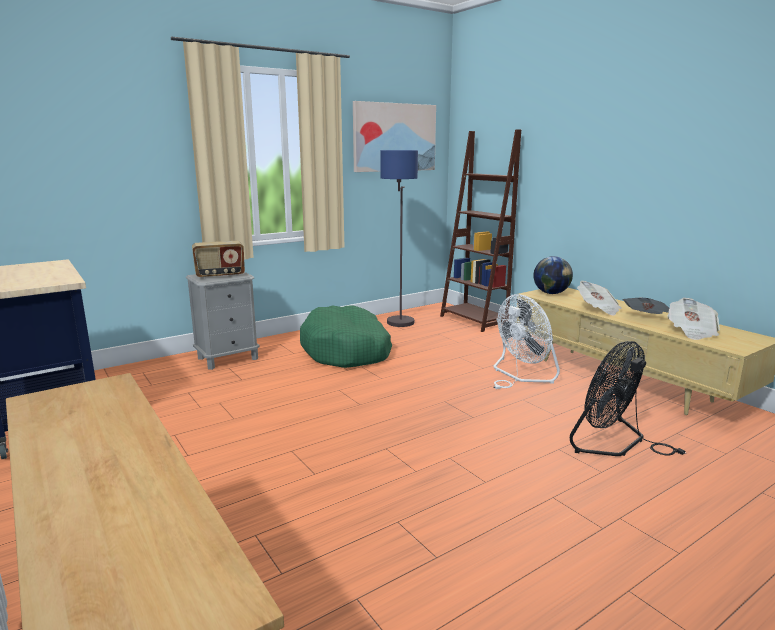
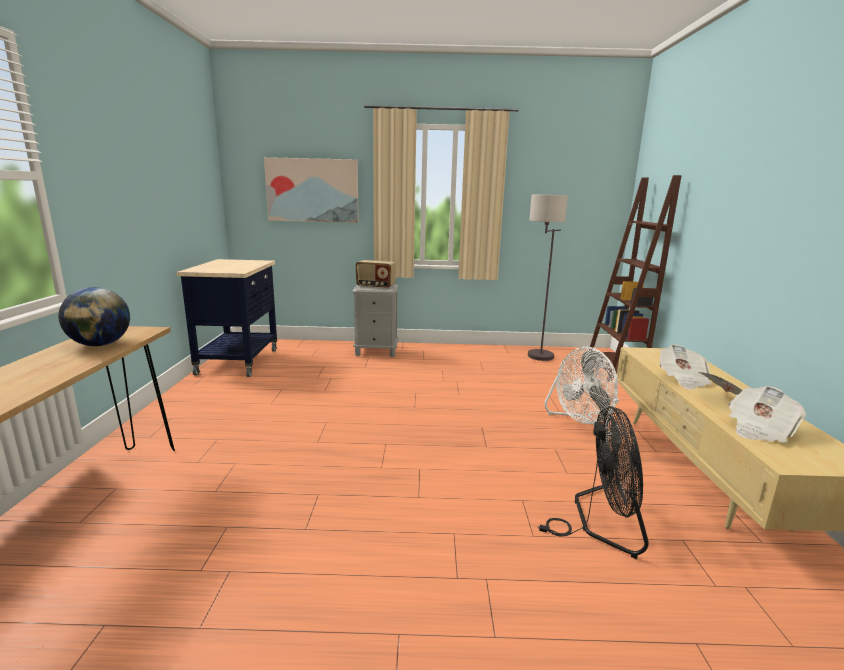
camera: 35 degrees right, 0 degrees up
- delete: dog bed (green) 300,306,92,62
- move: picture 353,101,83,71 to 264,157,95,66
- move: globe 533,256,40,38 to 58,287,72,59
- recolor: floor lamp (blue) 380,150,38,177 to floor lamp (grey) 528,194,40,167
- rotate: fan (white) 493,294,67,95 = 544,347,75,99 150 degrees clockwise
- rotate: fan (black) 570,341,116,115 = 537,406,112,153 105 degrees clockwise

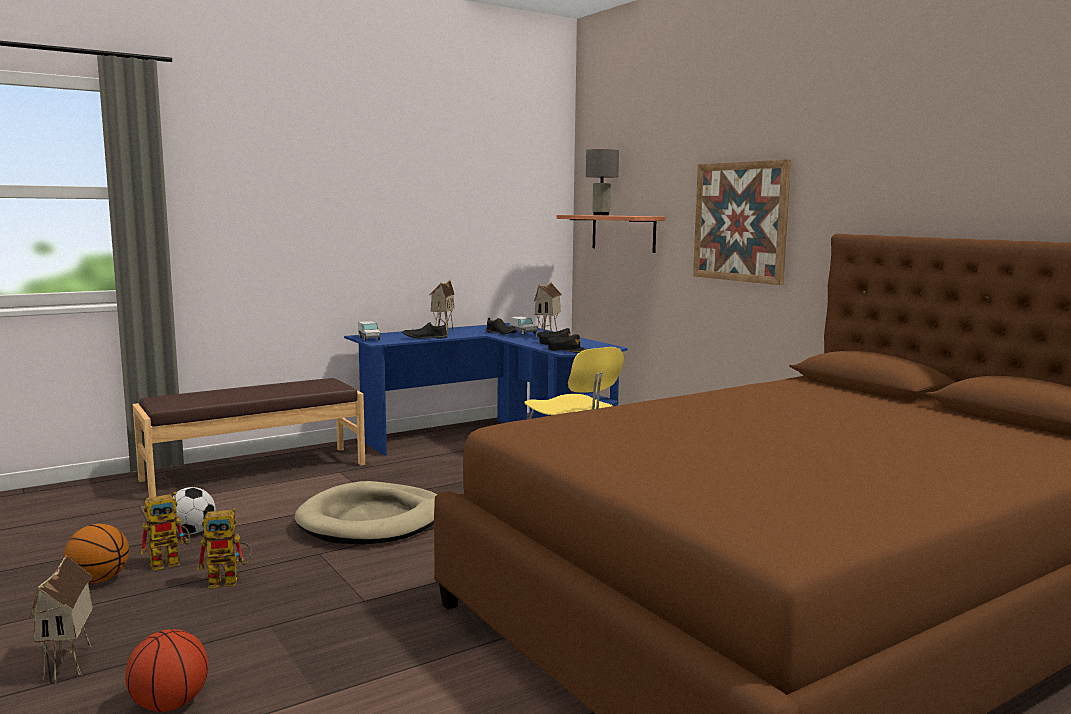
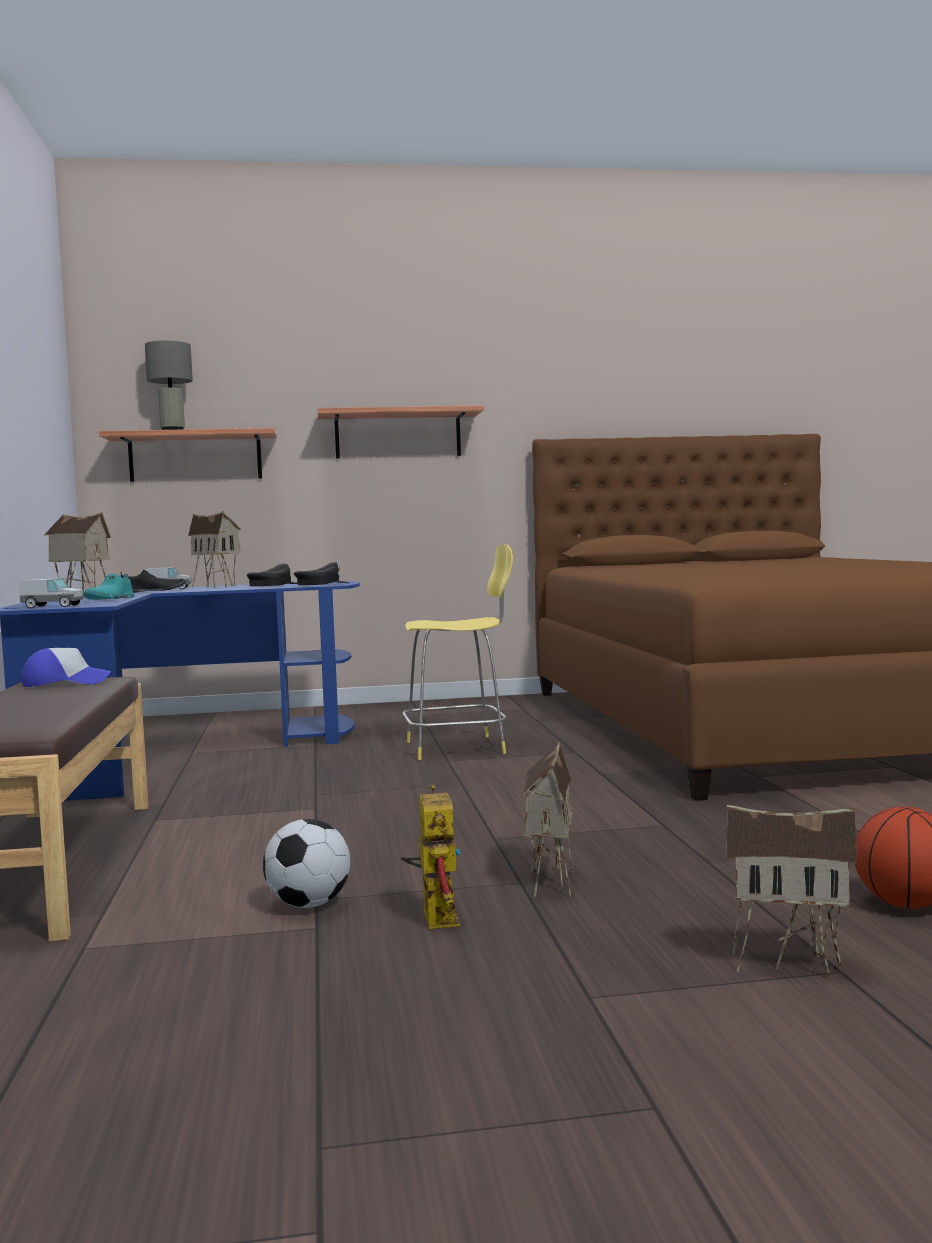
camera: 65 degrees left, 5 degrees down
- delete: basketball 64,524,65,59
- delete: dog bed (beige) 295,481,142,63
- insert: cap 21,648,91,39
- replace: toy robot 197,508,55,80 to toy house 521,742,52,155
- replace: picture 693,159,98,126 to shelf 317,405,167,54
- recolor: shoe (black) 403,322,45,17 to shoe (turquoise) 83,574,52,26

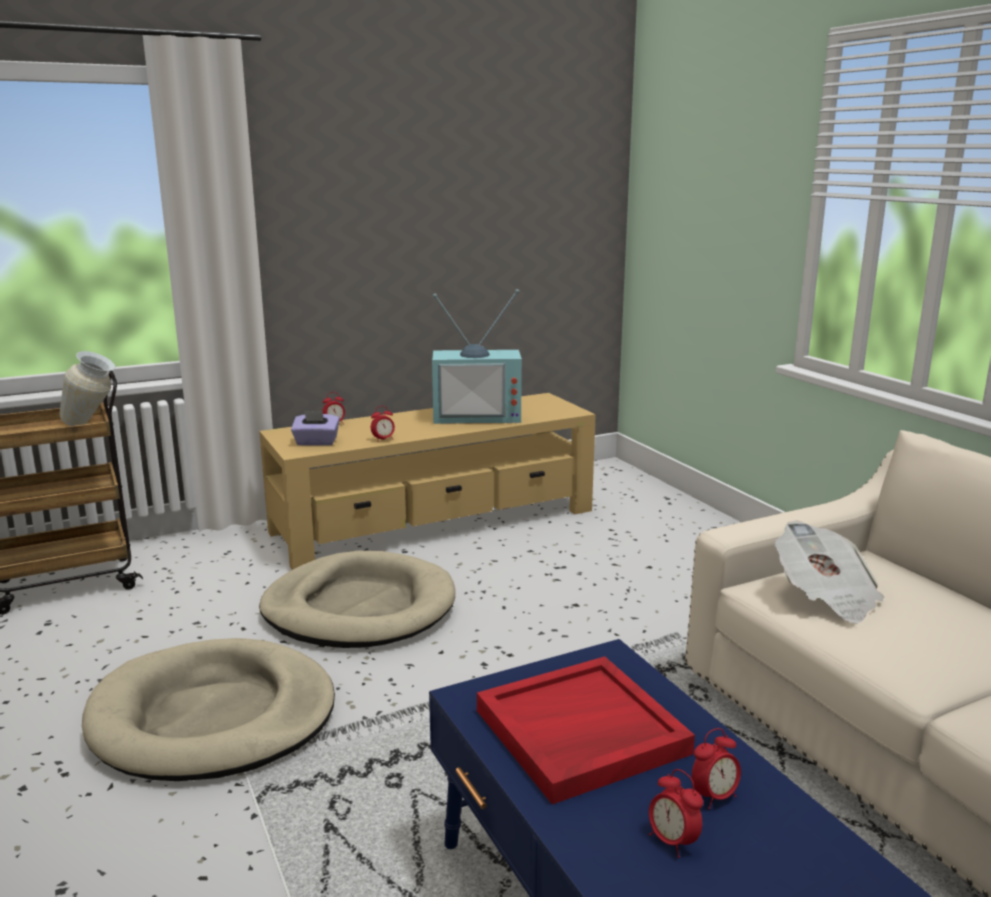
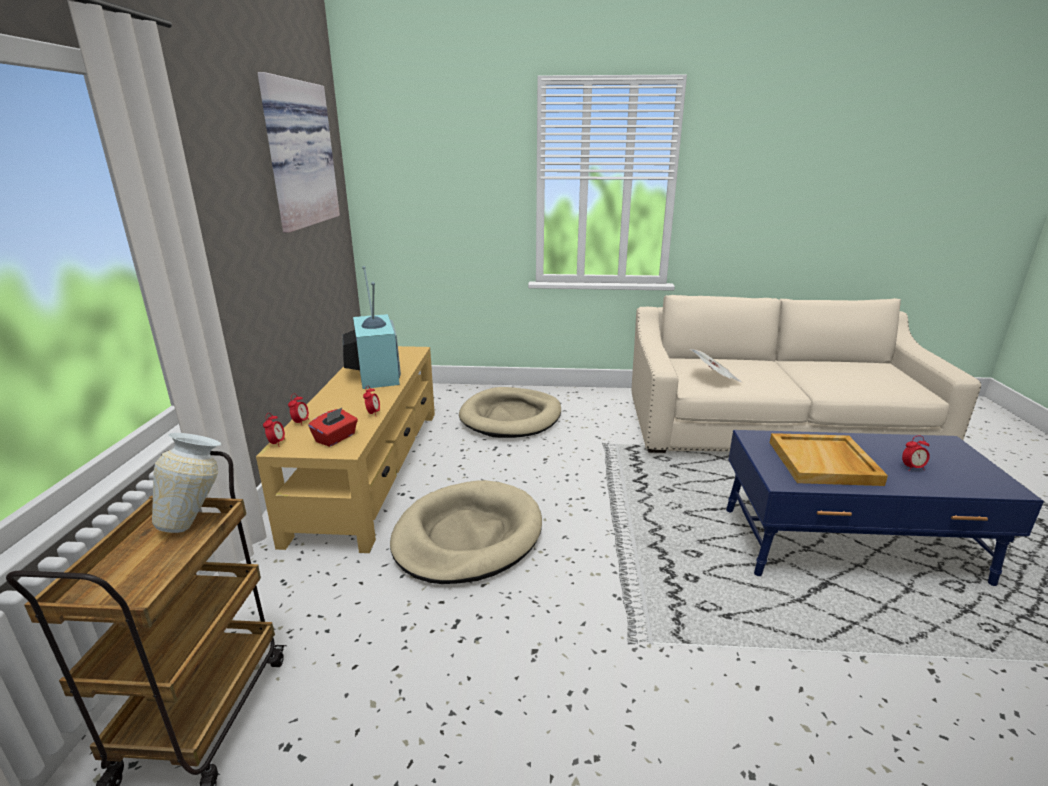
camera: 60 degrees left, 5 degrees up
- insert: picture 258,72,82,161
- move: dog bed (beige) 82,638,253,143 to 459,387,102,51
- move: alarm clock 692,728,49,81 to 263,413,22,34
- recolor: tissue box (purple) 291,411,49,35 to tissue box (red) 308,408,50,39
- recolor: tray (red) 477,656,218,148 to tray (beige) 770,433,118,53
- rotate: television 432,289,90,135 = 343,266,58,123 45 degrees counterclockwise

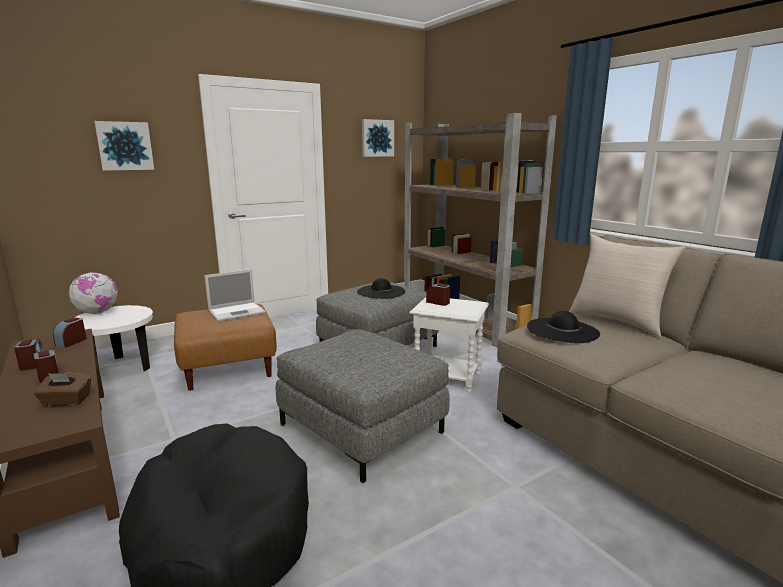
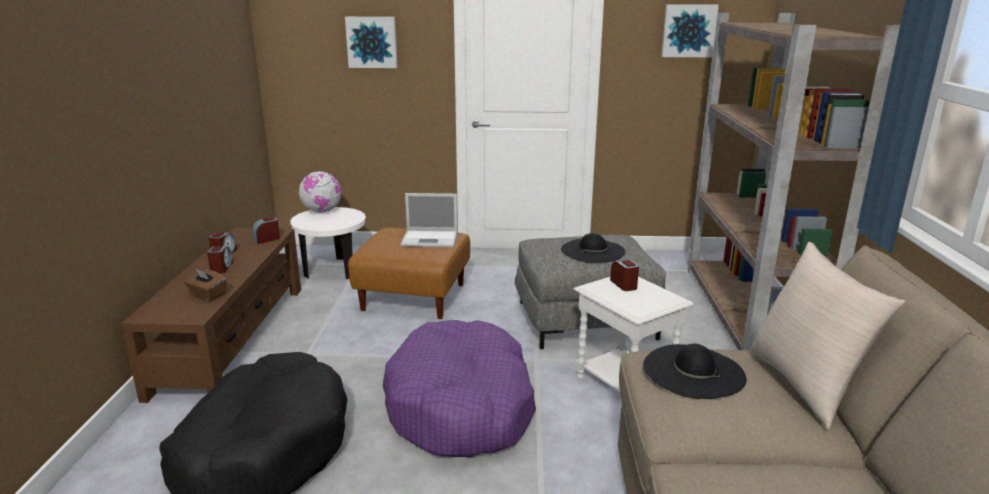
camera: 35 degrees right, 5 degrees up
- replace: ottoman (grey) 276,329,174,154 to dog bed (purple) 383,320,153,137

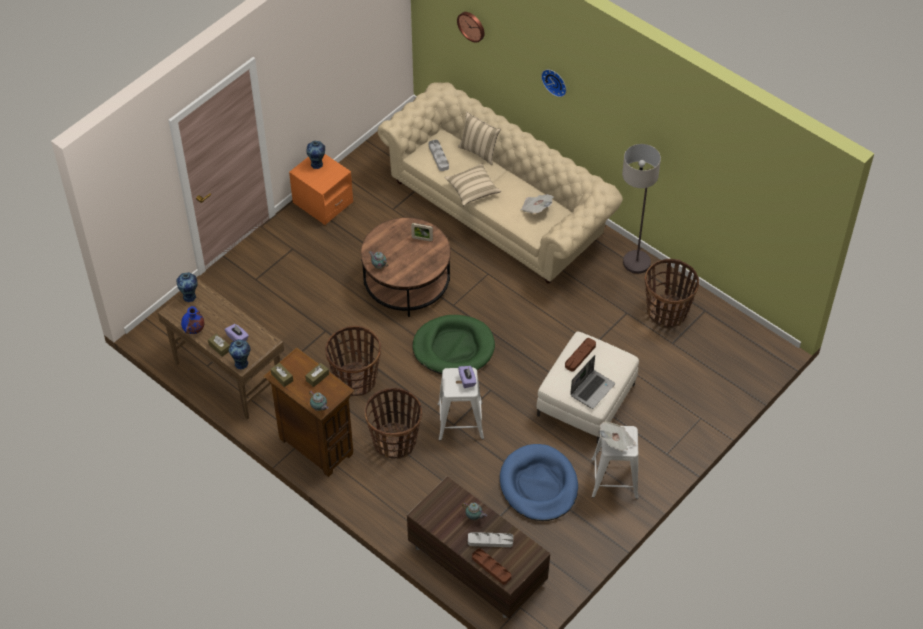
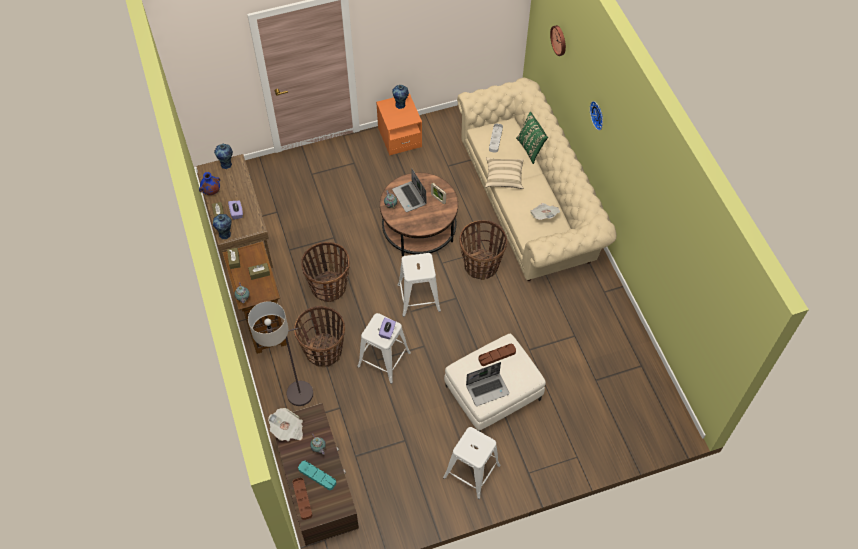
camera: 30 degrees right, 5 degrees up
- delete: dog bed (blue) 500,444,78,77
- insert: laptop 392,168,34,44
- move: newspaper 598,421,38,31 to 268,408,35,34
- move: floor lamp (grey) 622,144,39,130 to 248,301,65,105
- move: basket 645,259,54,69 to 459,220,48,60
- replace: dog bed (green) 412,315,83,59 to stool (white) 398,253,43,64
- recolor: pillow (beige) 458,112,43,53 to pillow (green) 516,112,32,52
- recolor: tray (grey) 468,532,45,15 to tray (turquoise) 298,460,38,30

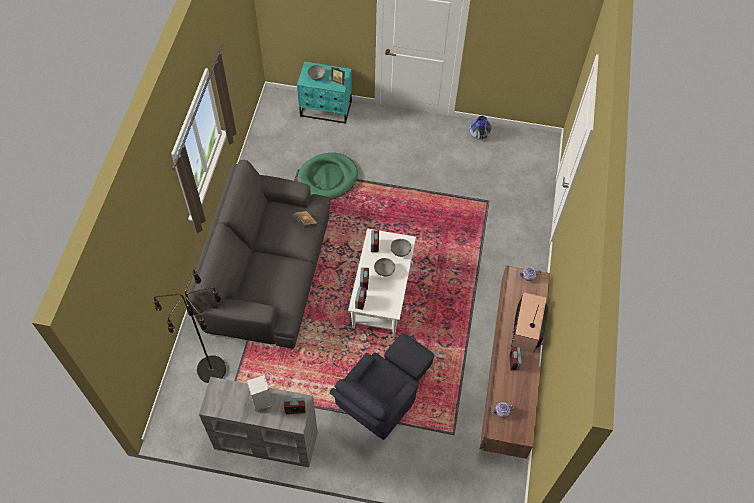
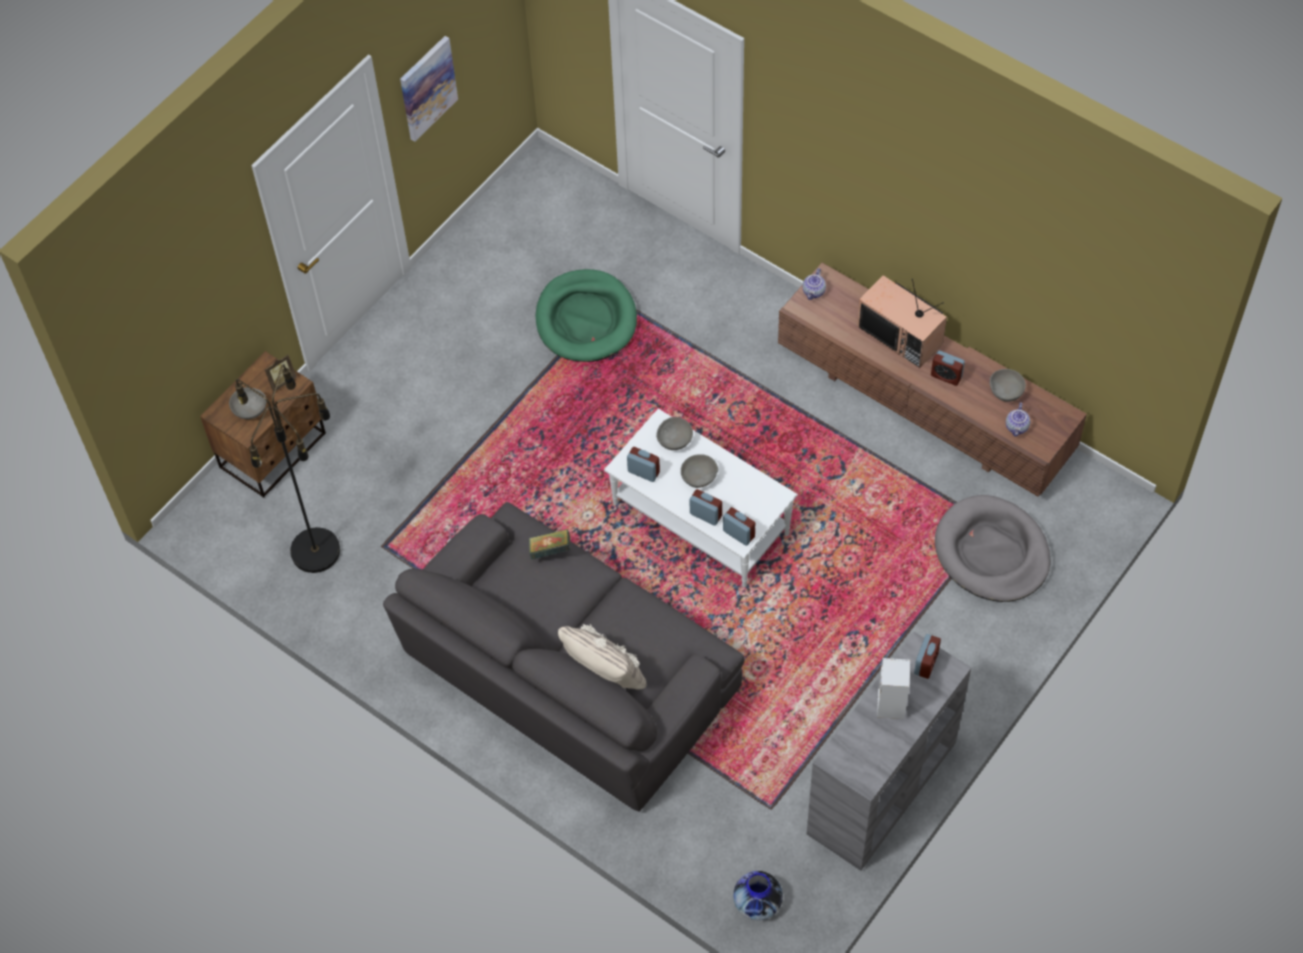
camera: 60 degrees left, 0 degrees up
- delete: armchair (black) 329,333,105,107
- insert: picture 400,36,58,106
- insert: pillow (beige) 558,624,89,66
- insert: dog bed (grey) 935,495,116,107
- insert: bowl (grey) 990,369,36,33
- move: floor lamp 154,269,72,114 to 235,364,105,209
- move: dog bed (green) 298,153,60,47 to 535,269,102,93
- move: vase 469,116,23,24 to 733,871,50,49
- recolor: nightstand (turquoise) 297,61,55,63 to nightstand (brown) 200,351,126,147

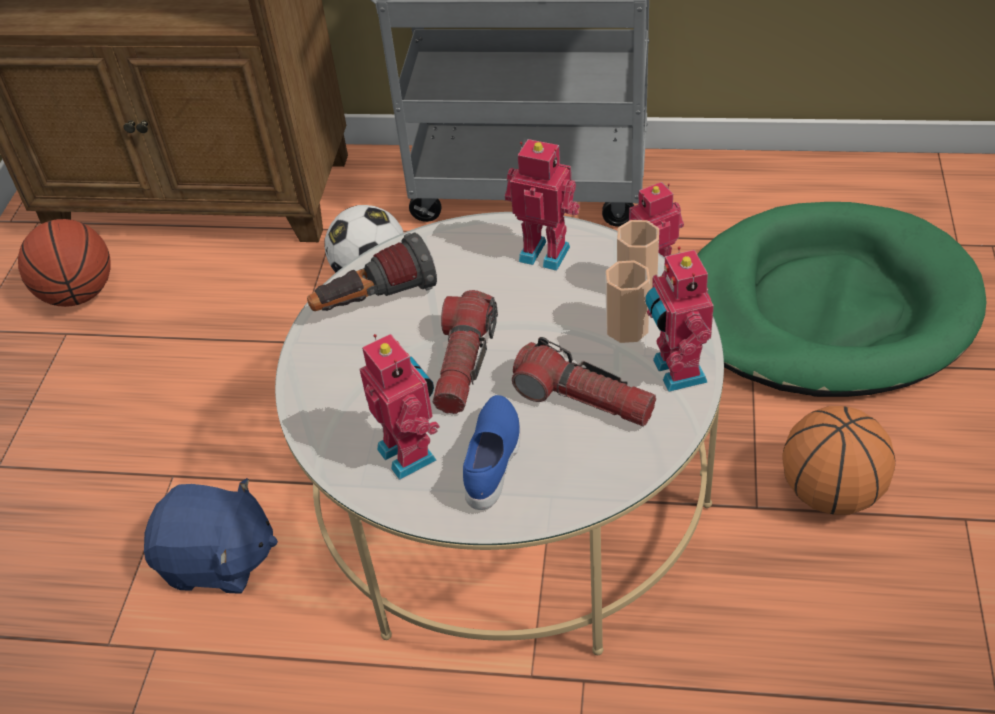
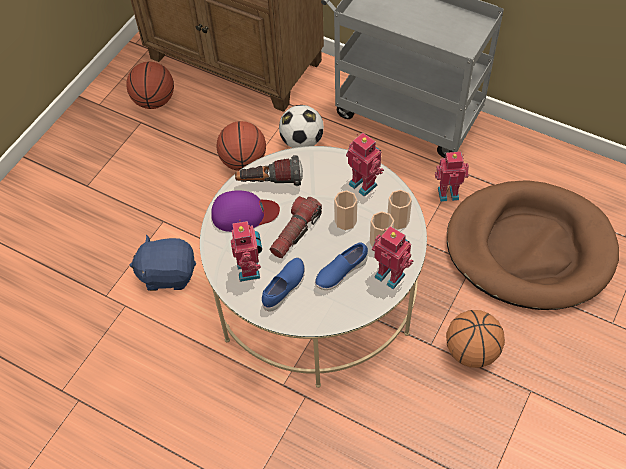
camera: 20 degrees right, 10 degrees up
- insert: cap (purple) 211,190,69,42
- insert: basketball 217,121,49,50
- insert: cup 334,190,23,40
- replace: flashlight 512,337,144,89 to shoe (blue) 315,242,53,48
- recolor: dog bed (green) 697,202,289,195 to dog bed (brown) 447,180,172,130
- rotate: plush toy (blue) 144,478,134,116 = 129,235,67,56 150 degrees clockwise
- rotate: toy robot 645,247,69,145 = 372,226,41,64 120 degrees clockwise

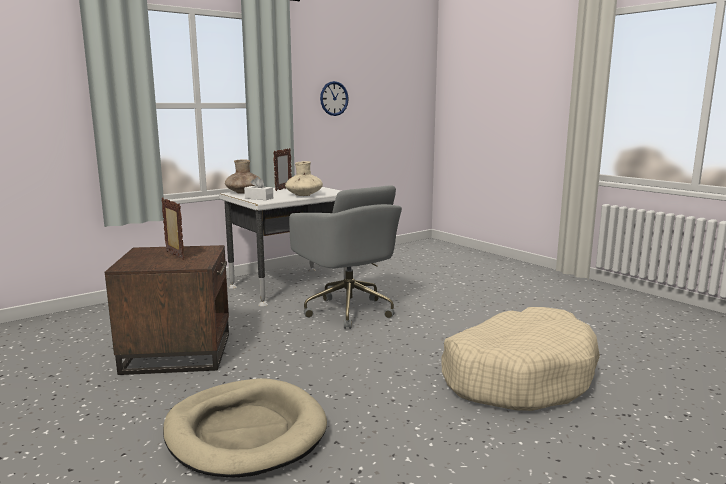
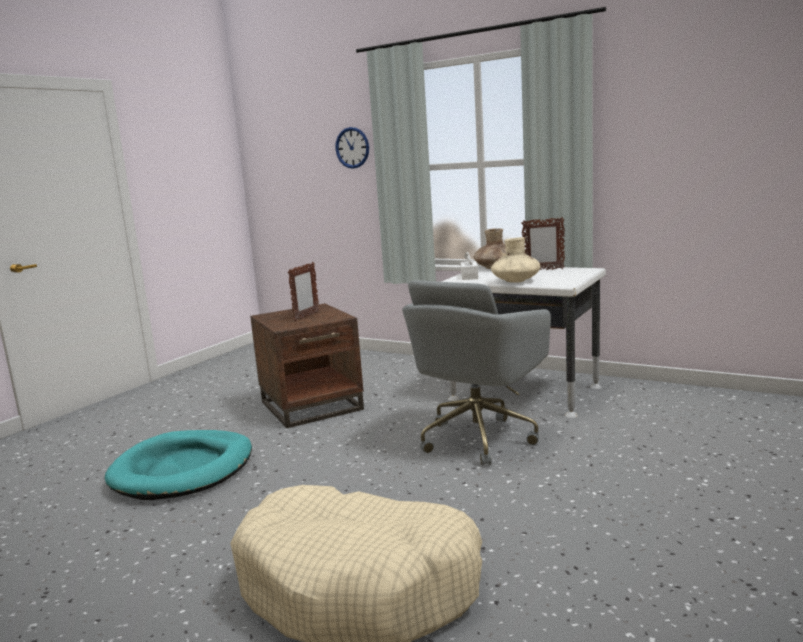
camera: 70 degrees right, 0 degrees up
- move: wall clock 320,81,29,35 to 335,127,34,42
- recolor: dog bed (beige) 163,378,164,100 to dog bed (turquoise) 105,430,147,70

